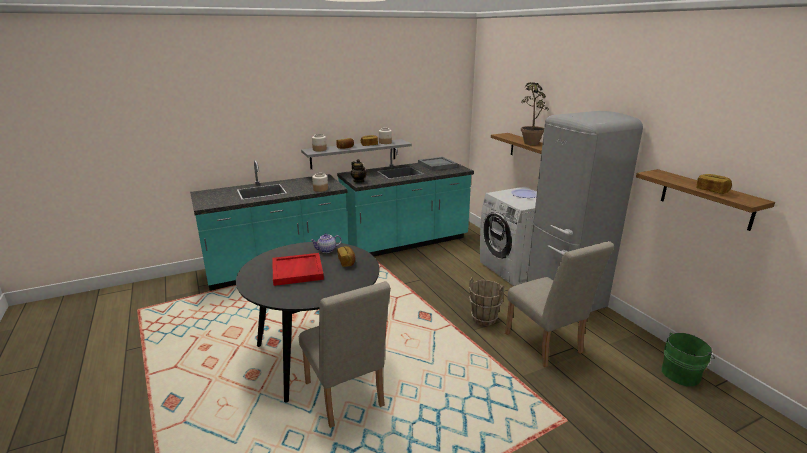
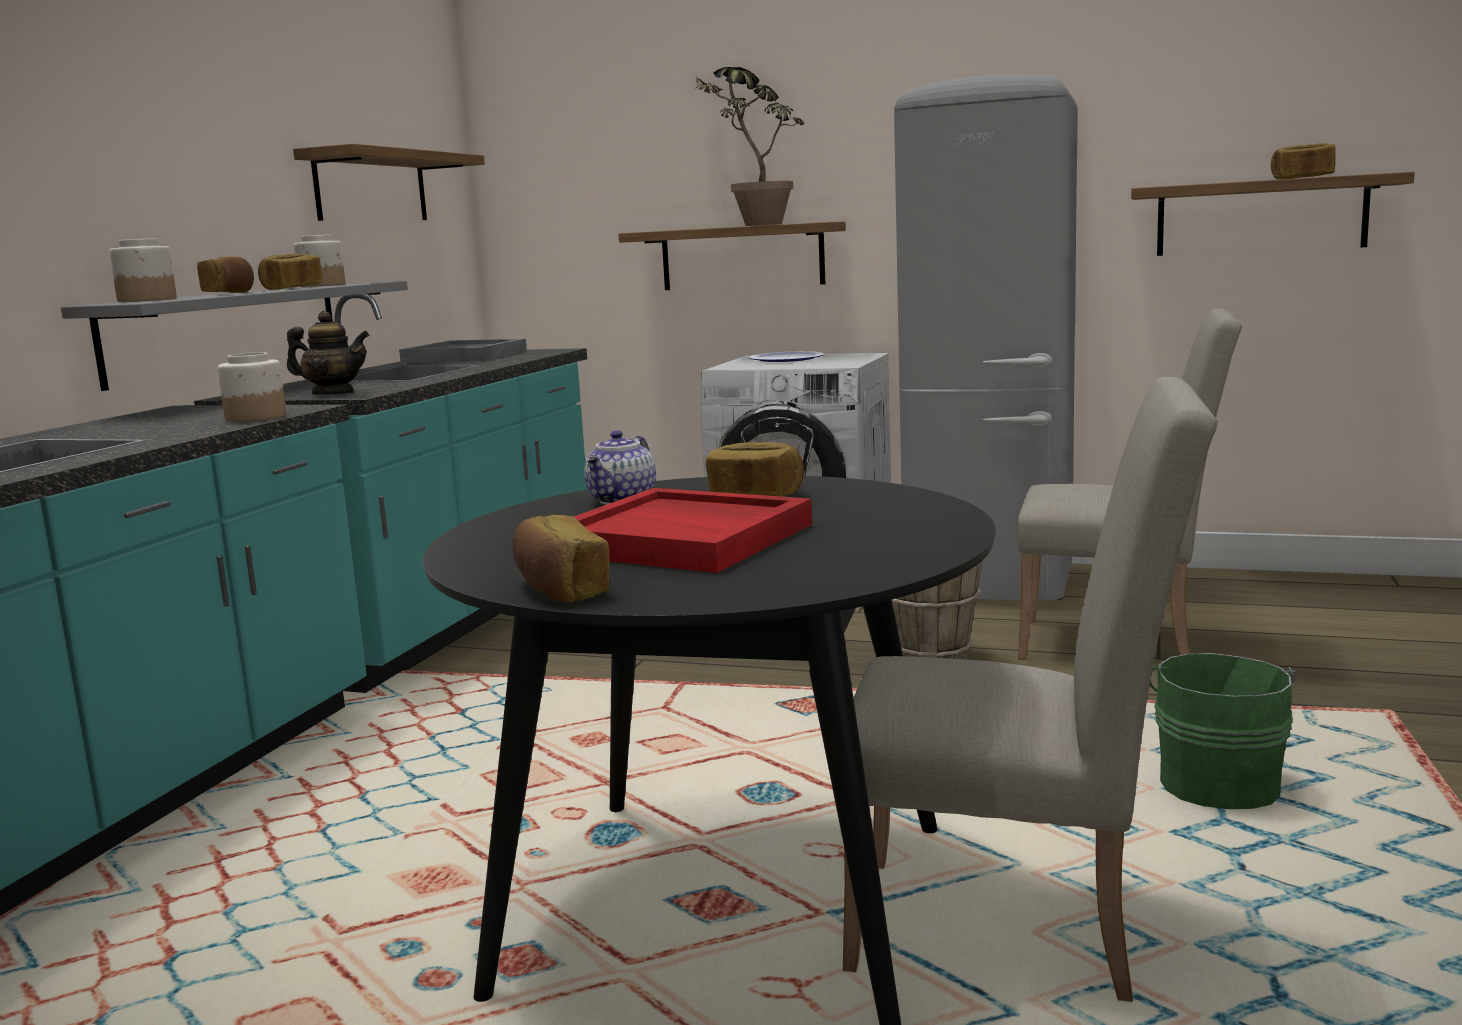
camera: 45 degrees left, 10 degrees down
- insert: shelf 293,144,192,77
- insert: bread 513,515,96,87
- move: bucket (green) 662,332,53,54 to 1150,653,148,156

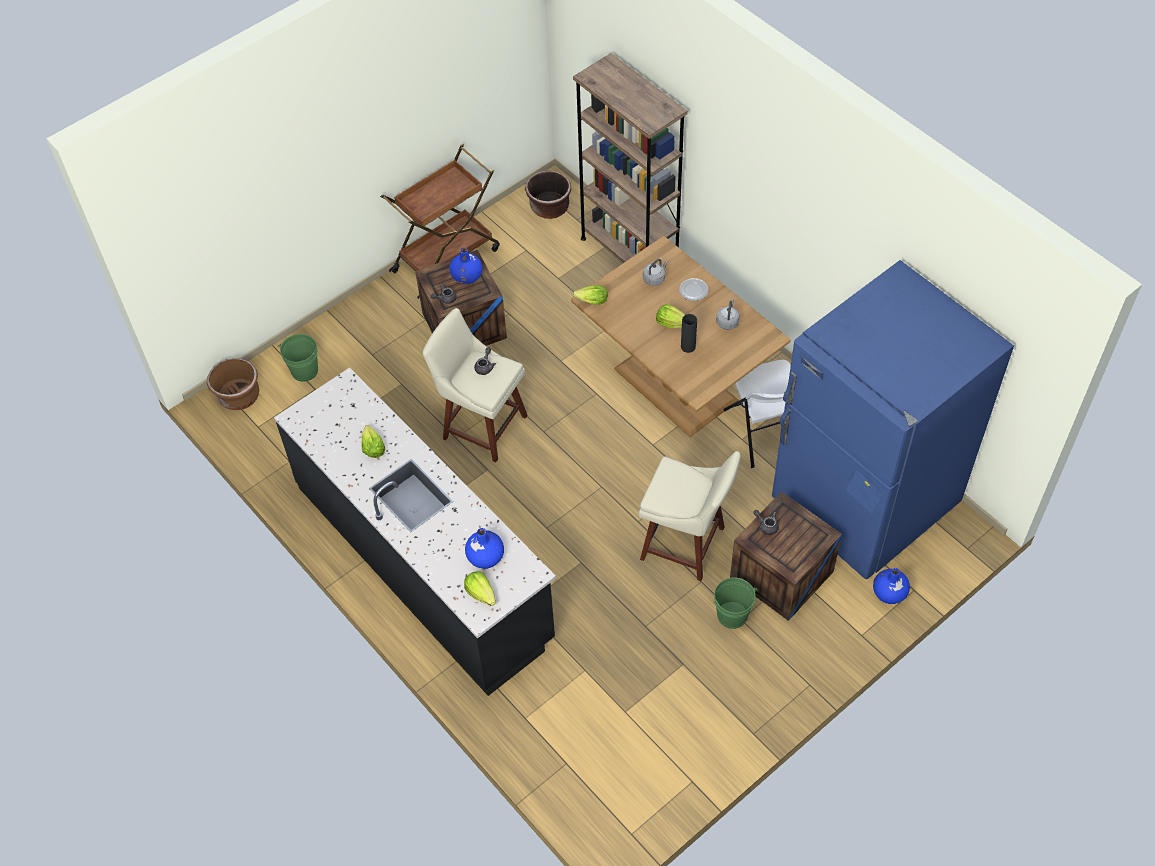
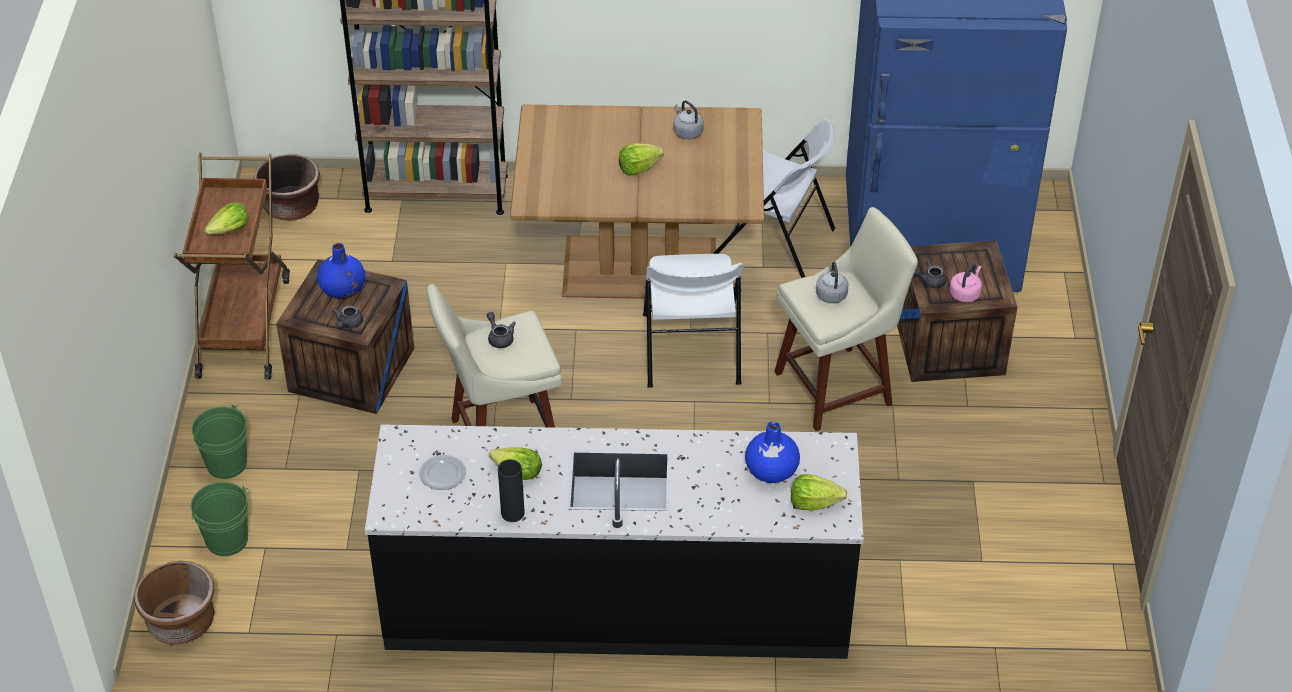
camera: 50 degrees left, 10 degrees down
- delete: vase (blue) 873,568,37,36
- insert: chair (white) 643,254,101,134
- insert: kettle (pink) 950,263,32,40
- move: lettuce 573,285,35,20 to 204,202,44,33
- move: kettle (grey) 643,259,25,27 to 816,262,32,41
- move: plate 679,278,29,23 to 420,455,46,35
- move: vase (black) 681,314,16,39 to 498,459,27,63
- move: bucket (green) 714,577,43,52 to 192,405,55,74

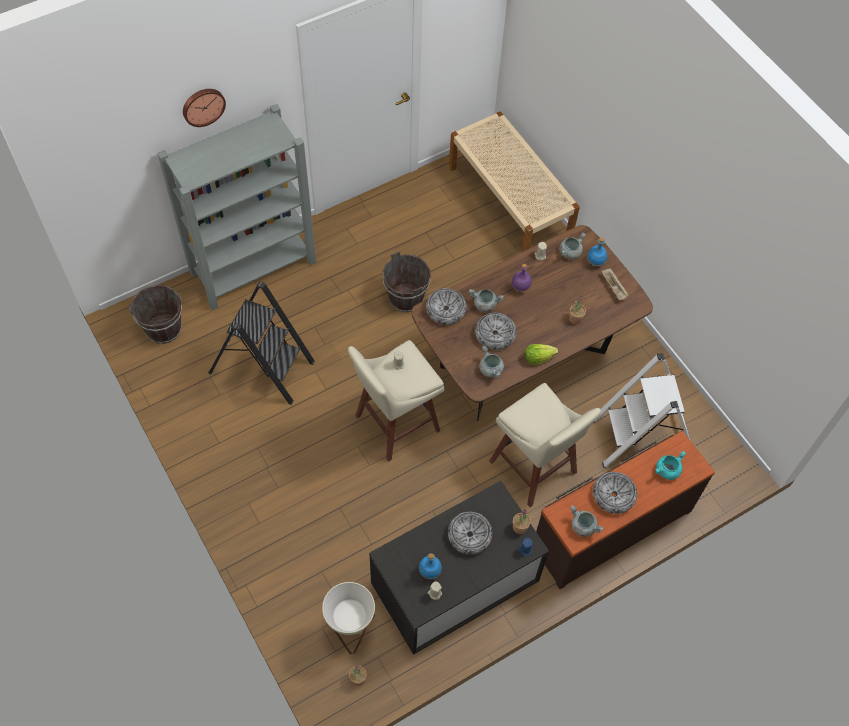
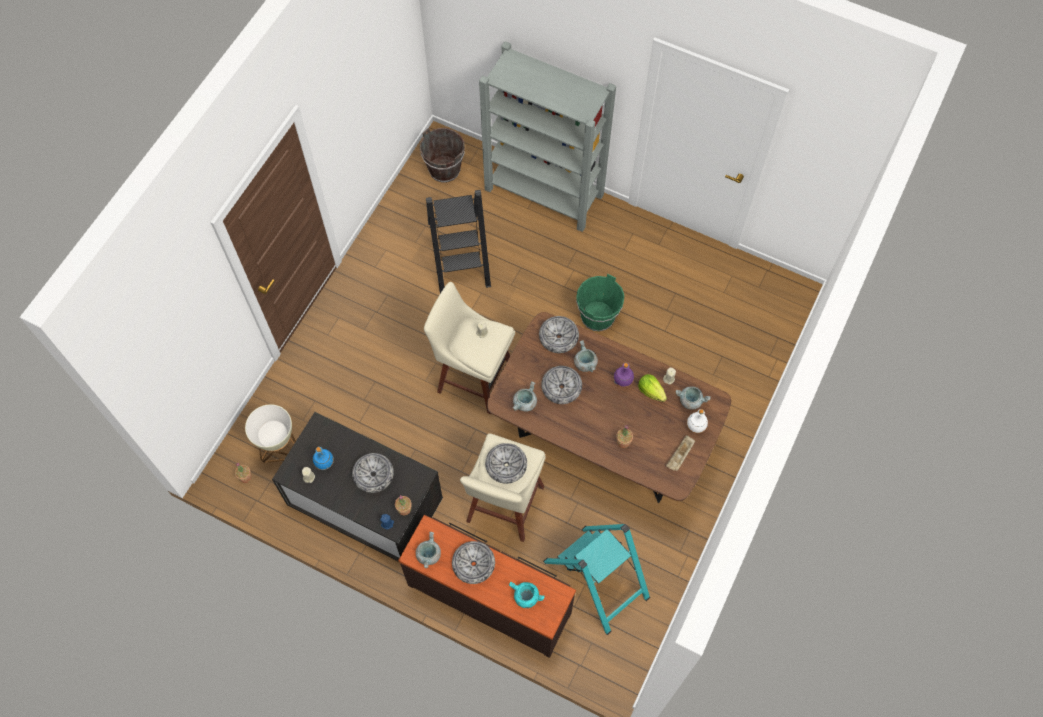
camera: 60 degrees right, 5 degrees up
- delete: wall clock 183,89,43,38
- delete: bench (beige) 449,111,131,141
- insert: bowl 485,443,42,41
- move: lettuce 525,344,33,21 to 638,374,29,28
- recolor: bucket (brown) 382,251,49,61 to bucket (green) 576,274,49,57
- recolor: bottle (blue) 587,238,20,29 to bottle (white) 687,409,21,24
- recolor: step ladder (white) 594,353,96,115 to step ladder (turquoise) 543,524,107,111

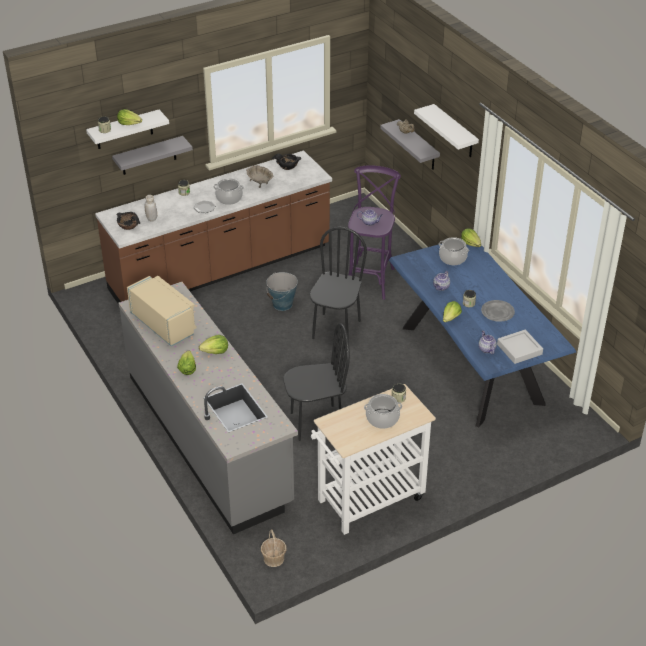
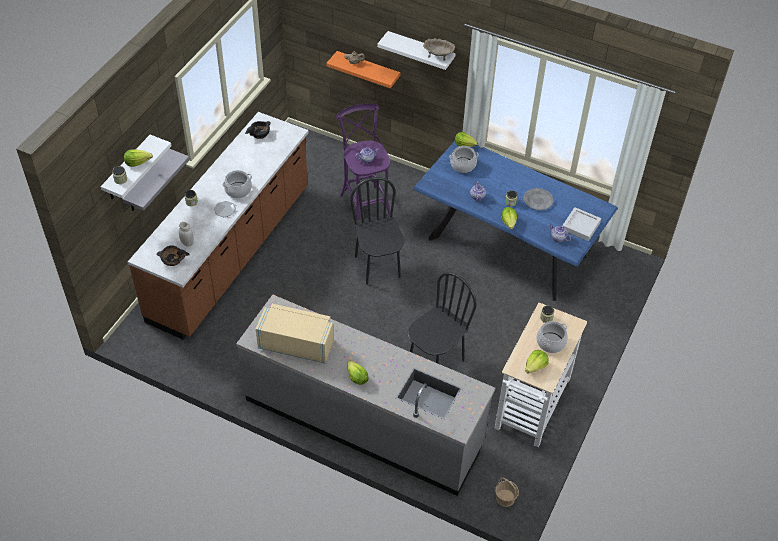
camera: 35 degrees left, 10 degrees up
- delete: bucket 266,272,32,39
- move: lettuce 199,335,29,19 to 525,350,24,23
- move: bowl (beige) 246,165,27,23 to 423,38,32,23
- recolor: shelf (grey) 380,119,60,51 to shelf (orange) 326,51,75,37

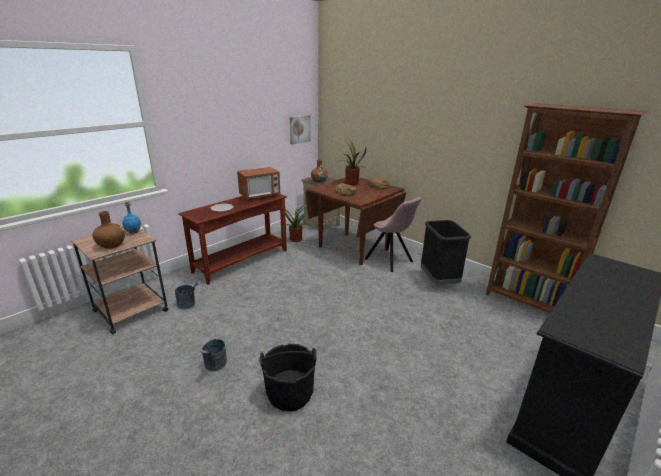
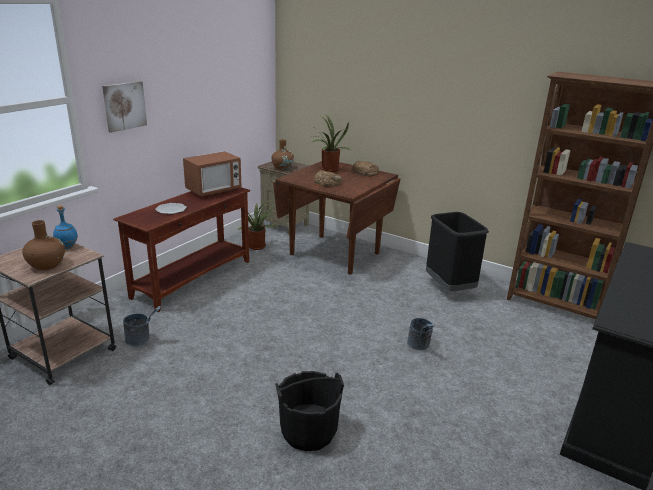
camera: 10 degrees left, 0 degrees up
- delete: chair (pink) 365,197,57,75
- move: bucket (grey) 200,339,27,32 to 407,318,28,32
- move: picture 290,115,20,29 to 102,81,45,52

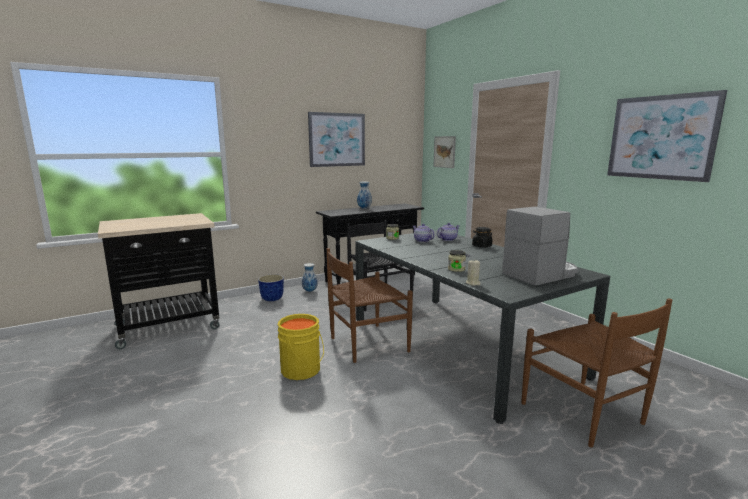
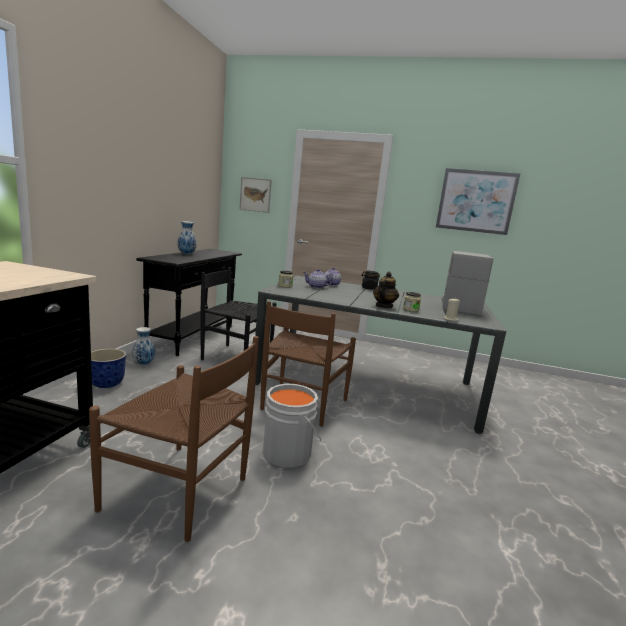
camera: 45 degrees left, 0 degrees up
- delete: picture 308,112,57,55
- insert: teapot 373,272,26,36
- move: chair (brown) 521,298,151,150 to 89,336,170,206
- recolor: bucket (yellow) 278,314,46,66 to bucket (grey) 263,384,58,84

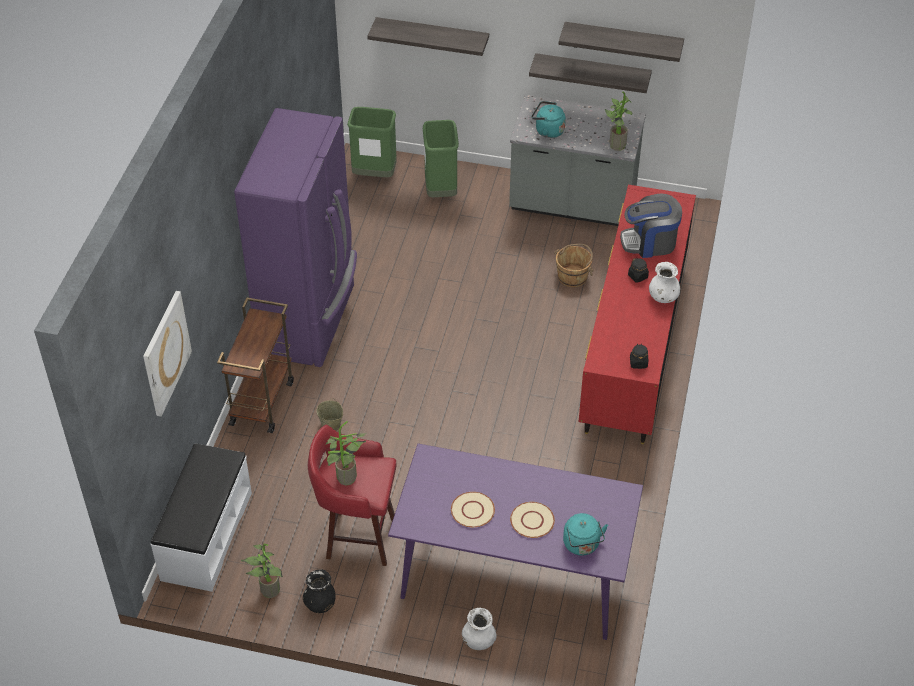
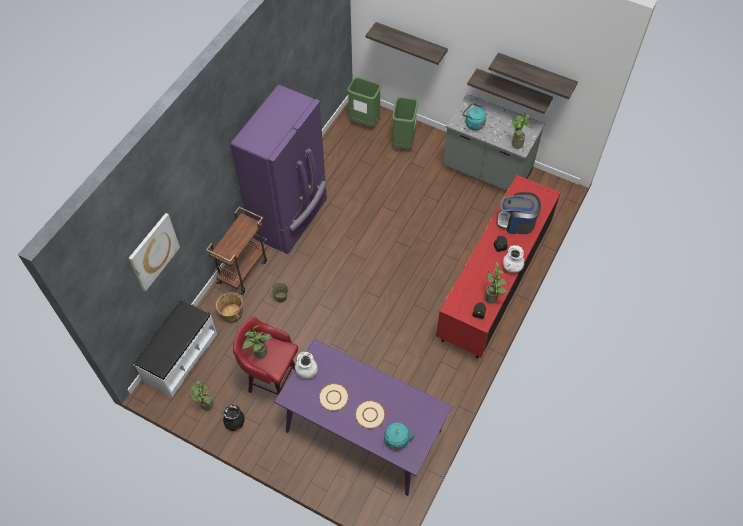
camera: 15 degrees right, 10 degrees up
- insert: potted plant 485,261,25,43
- move: vase (white) 462,608,35,42 to 295,352,23,27
- move: bucket (brown) 554,244,40,43 to 216,292,27,31

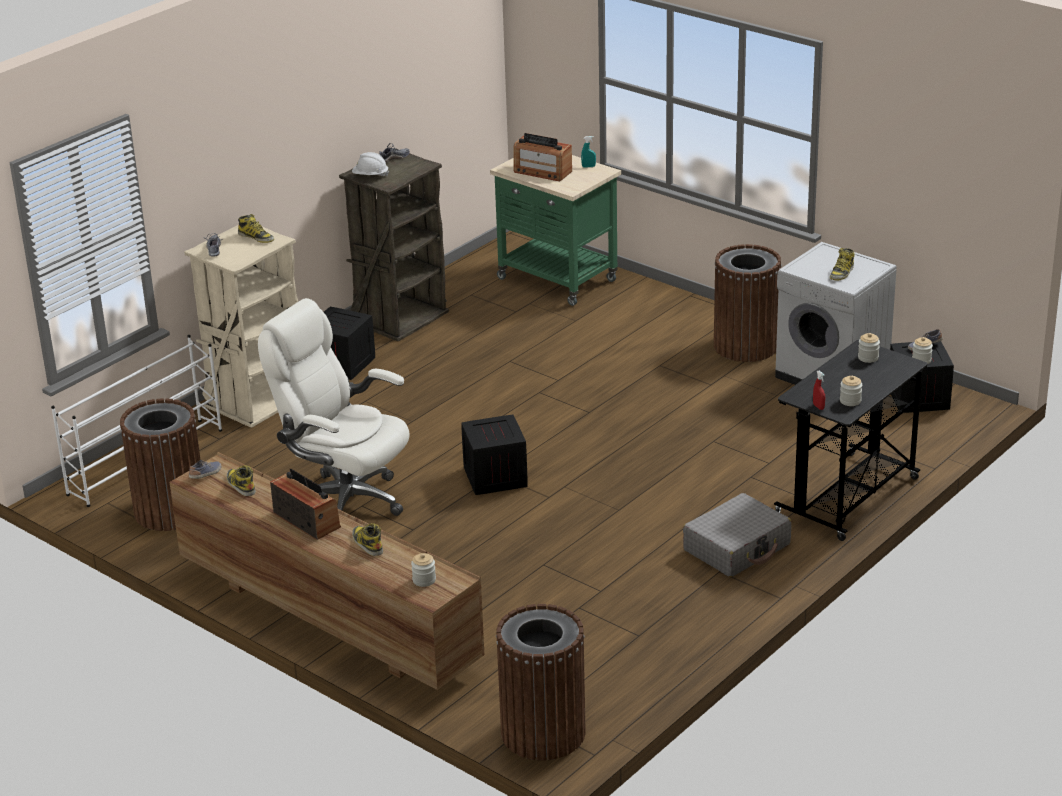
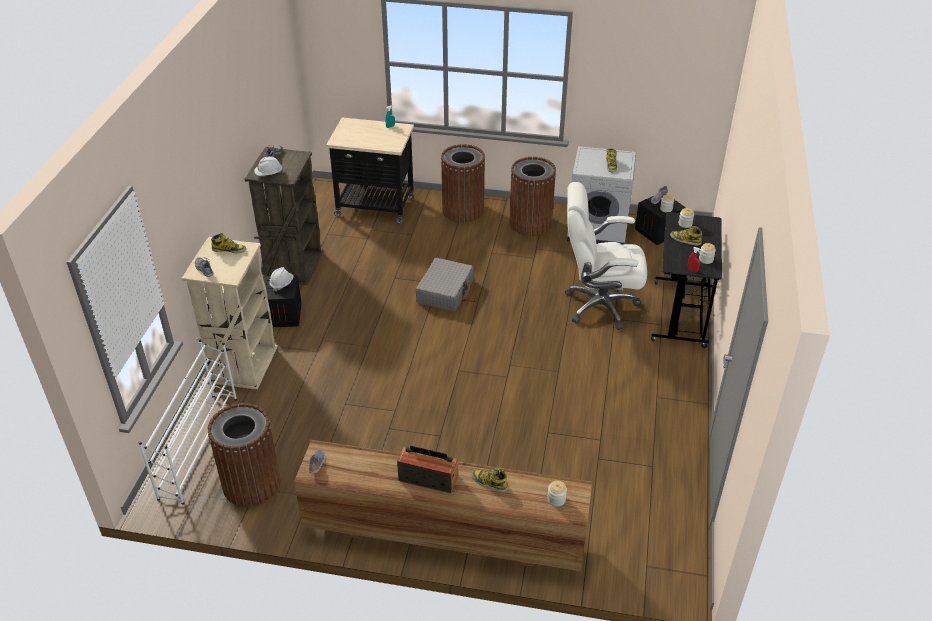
camera: 30 degrees left, 10 degrees up
- delete: crate 461,415,67,80
- delete: radio 513,133,59,48
- insert: hard hat (white) 269,267,25,25
- move: boot 227,465,29,31 to 670,226,32,20
- move: office chair (white) 258,298,152,218 to 565,182,82,148
- move: trash can (brown) 496,604,90,157 to 441,144,44,79
- move: suitcase (grey) 683,493,108,84 to 416,258,58,54
- recolor: cart (green) 490,155,131,151 to cart (black) 326,117,88,107

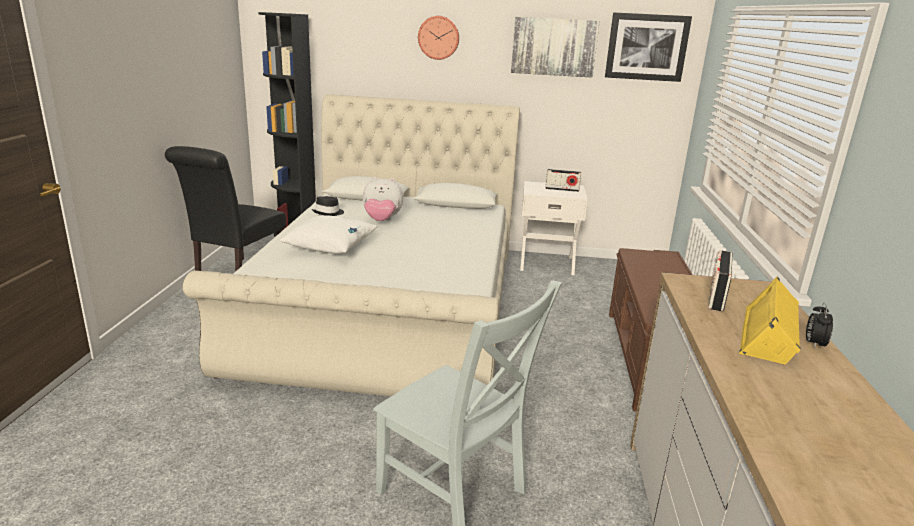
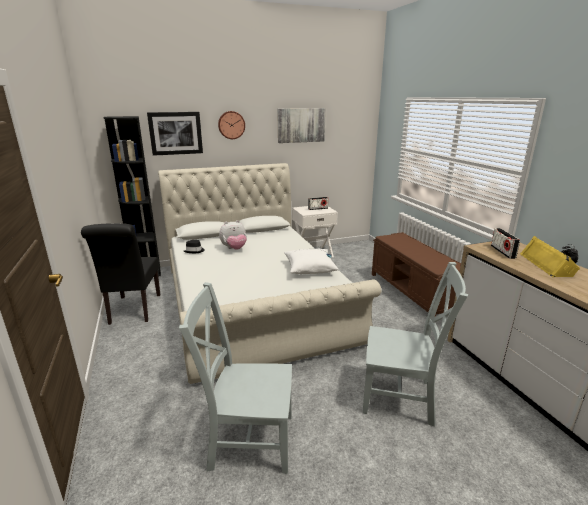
camera: 25 degrees left, 0 degrees up
- insert: chair (grey) 179,282,113,192
- move: pillow (white) 280,216,97,38 to 284,249,55,25
- move: picture 605,12,87,70 to 147,112,56,44

